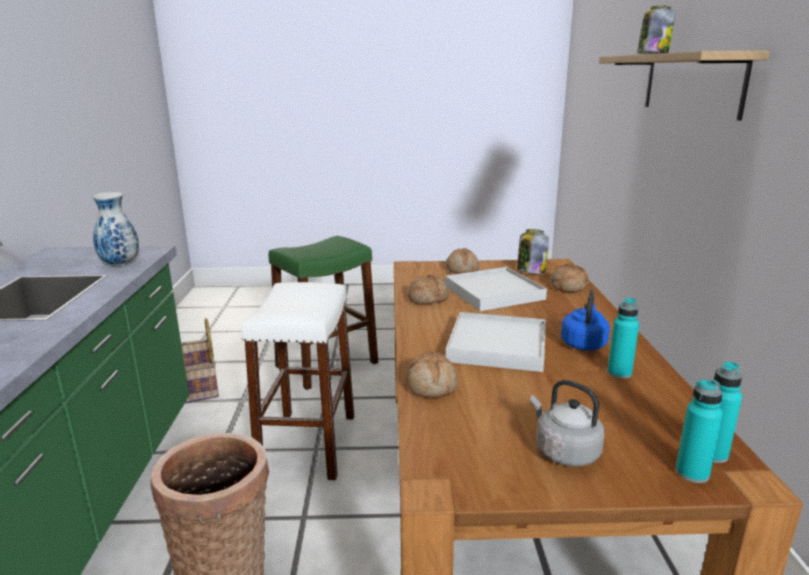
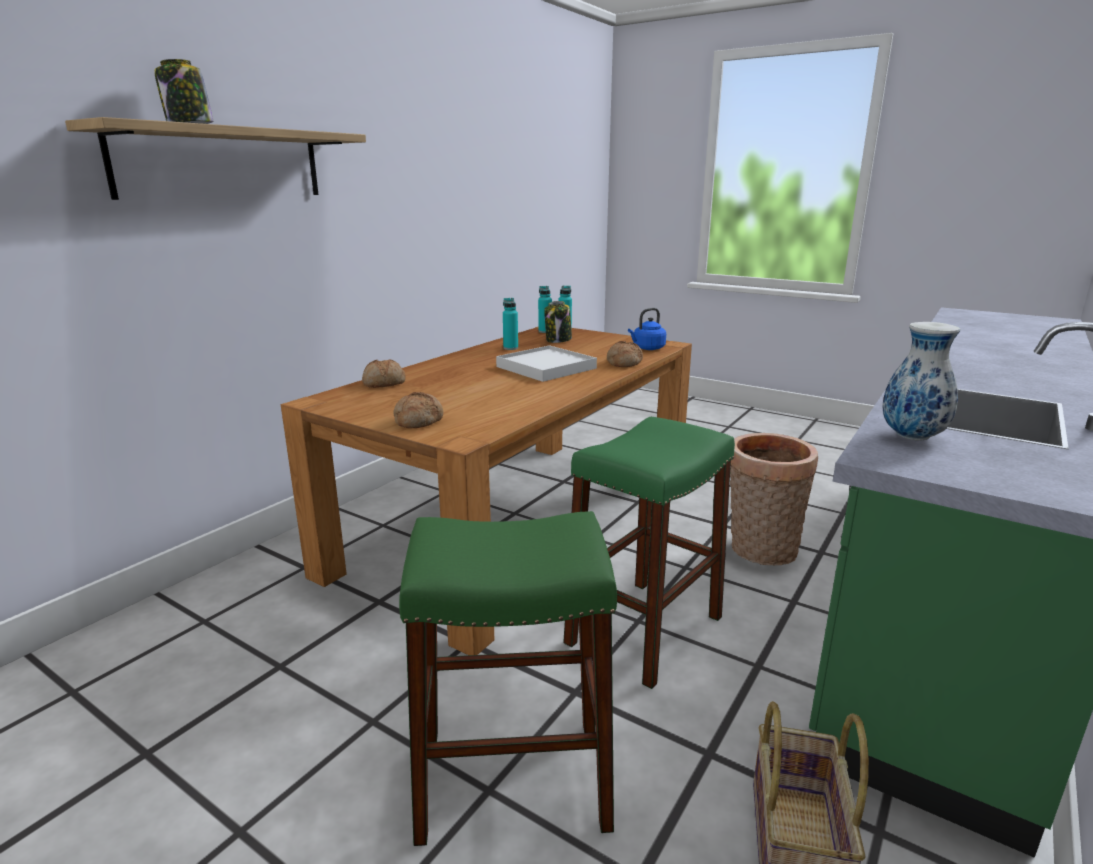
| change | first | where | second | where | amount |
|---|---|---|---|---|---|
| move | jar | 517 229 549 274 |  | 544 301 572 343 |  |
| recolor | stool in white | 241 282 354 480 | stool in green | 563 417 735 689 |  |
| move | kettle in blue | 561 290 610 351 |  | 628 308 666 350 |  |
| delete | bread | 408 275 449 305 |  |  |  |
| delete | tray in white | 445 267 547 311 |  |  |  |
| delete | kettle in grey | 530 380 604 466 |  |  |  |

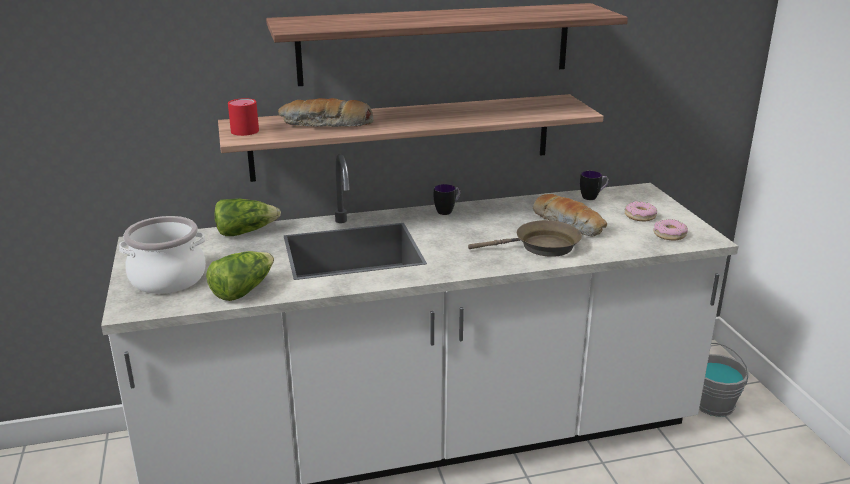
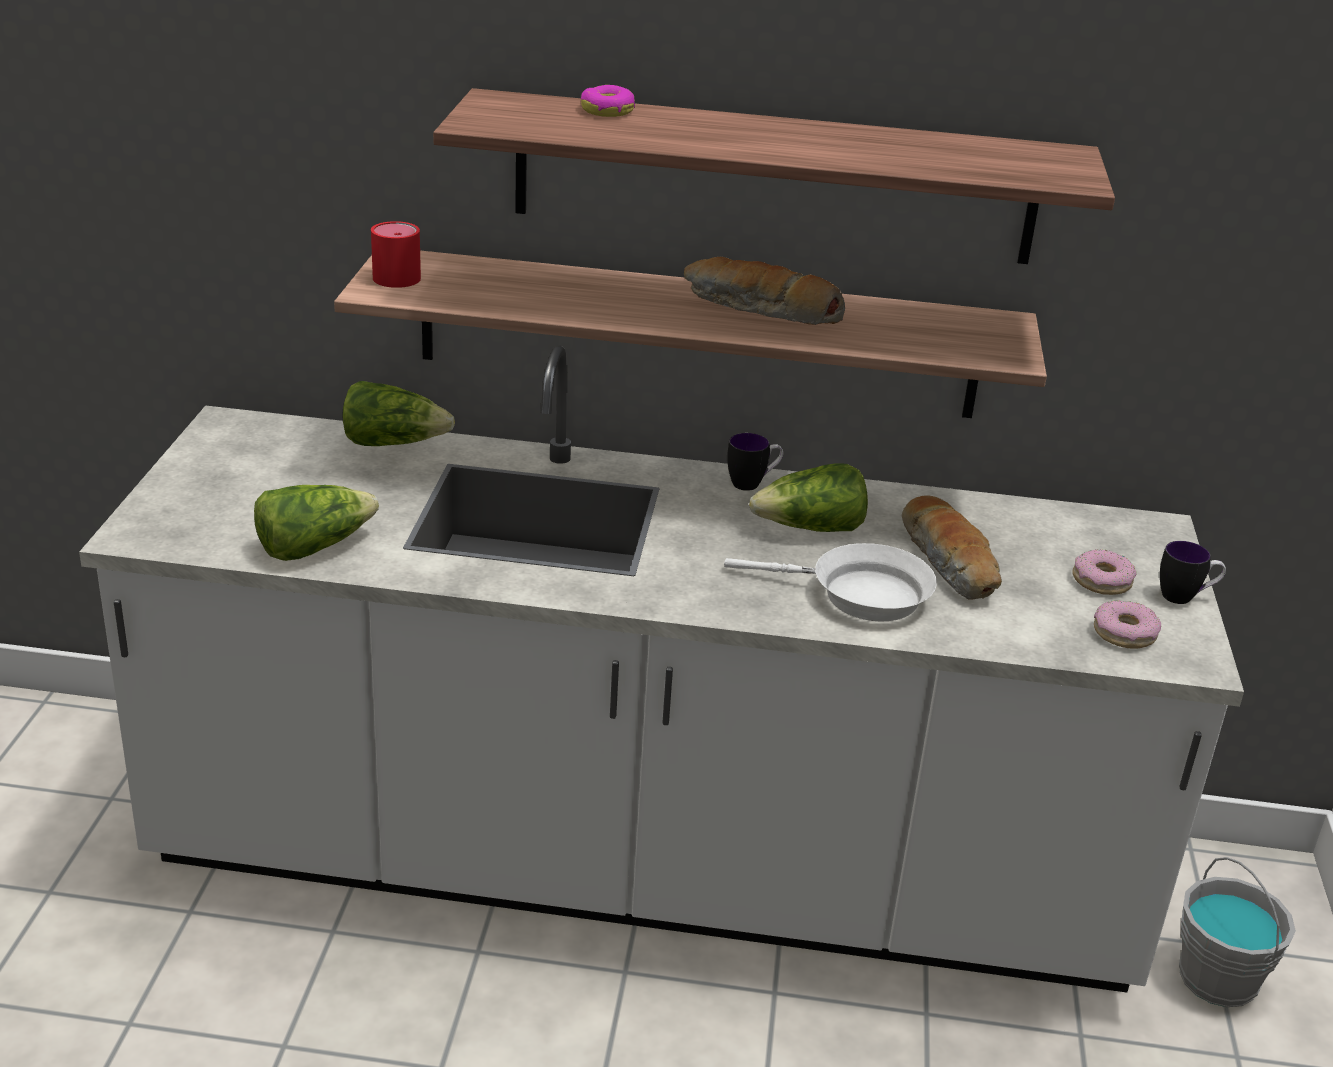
| change | first | where | second | where | amount |
|---|---|---|---|---|---|
| insert |  |  | donut | 581 85 635 117 |  |
| move | bread | 278 98 373 127 |  | 684 257 845 325 |  |
| recolor | frying pan in brown | 468 220 582 257 | frying pan in white | 724 543 937 621 |  |
| insert |  |  | lettuce | 749 463 868 532 |  |
| move | mug | 580 171 609 200 |  | 1160 541 1226 604 |  |
| delete | cooking pot | 119 216 206 294 |  |  |  |

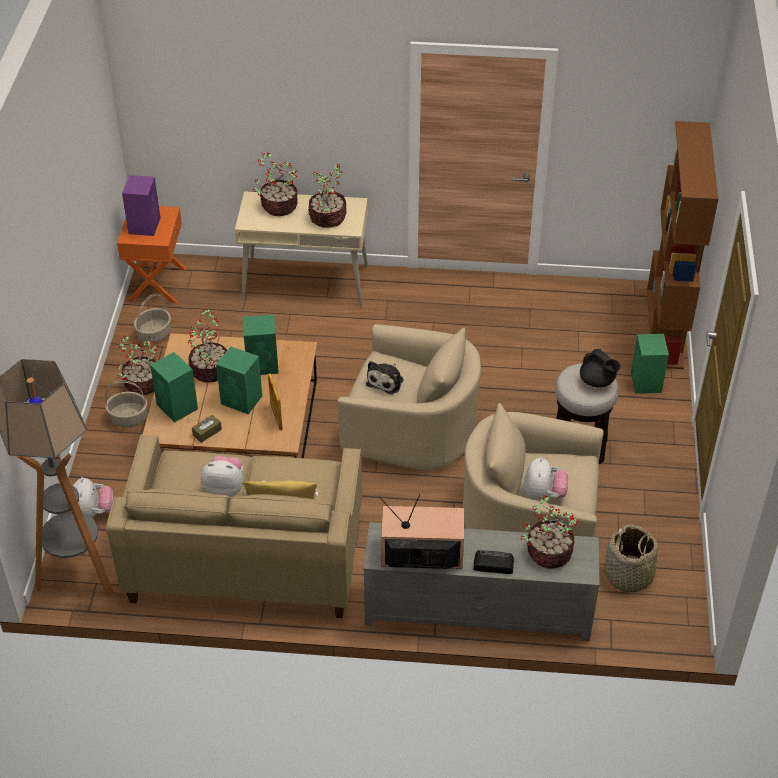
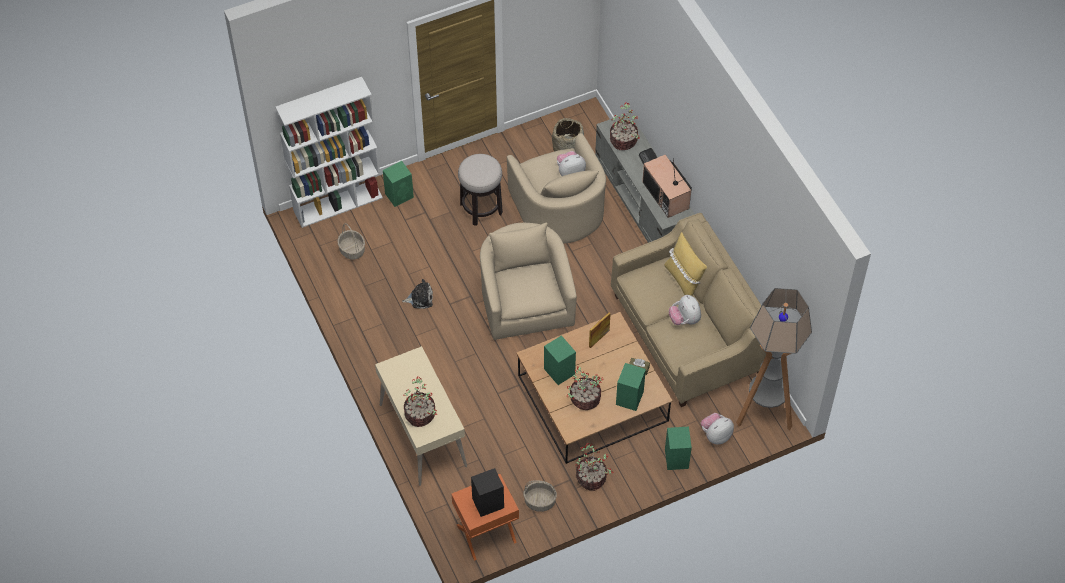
| change | first | where | second | where | amount |
|---|---|---|---|---|---|
| recolor | bookcase in brown | 647 121 718 369 | bookcase in white | 275 77 383 228 |  |
| move | basket | 105 380 148 428 |  | 337 223 365 259 |  |
| move | plush toy | 366 361 404 394 |  | 402 279 433 309 |  |
| recolor | speaker in purple | 122 175 161 236 | speaker in black | 471 468 504 517 |  |
| move | speaker in green | 216 347 262 414 |  | 665 427 692 470 |  |
| delete | potted plant | 308 164 346 227 |  |  |  |
| delete | teapot in black | 580 349 621 388 |  |  |  |

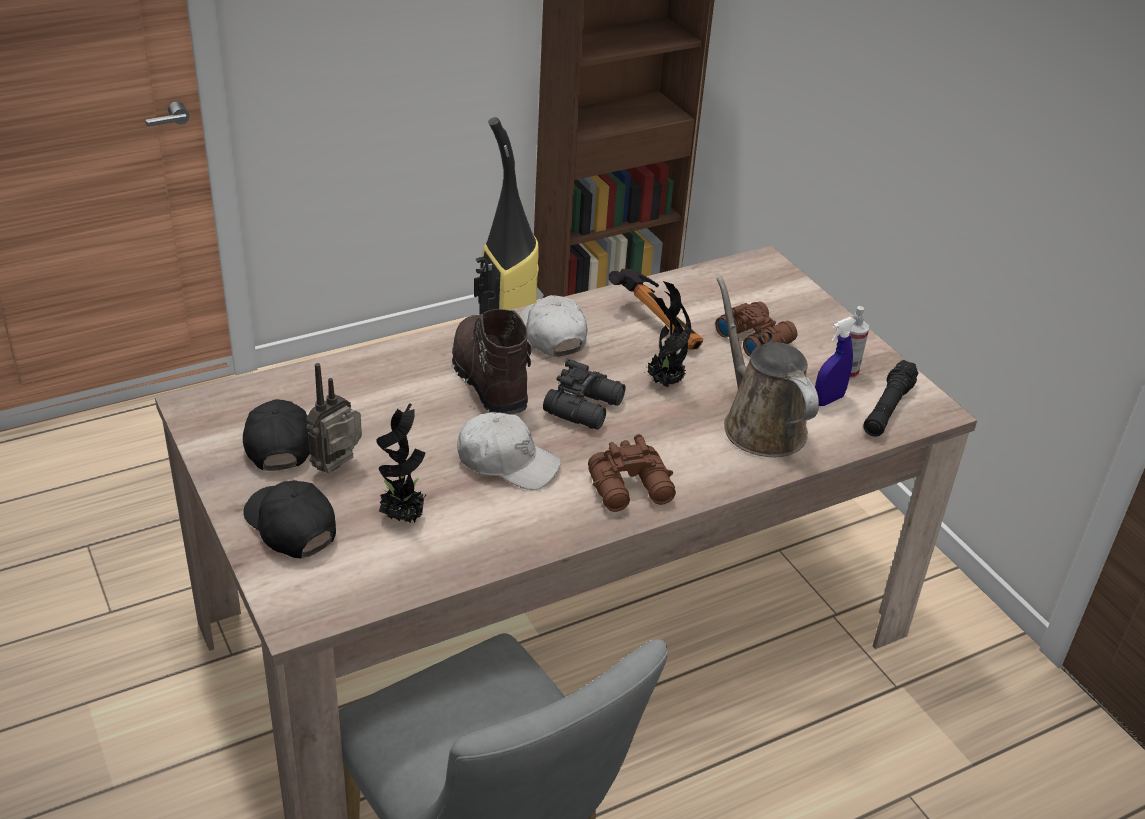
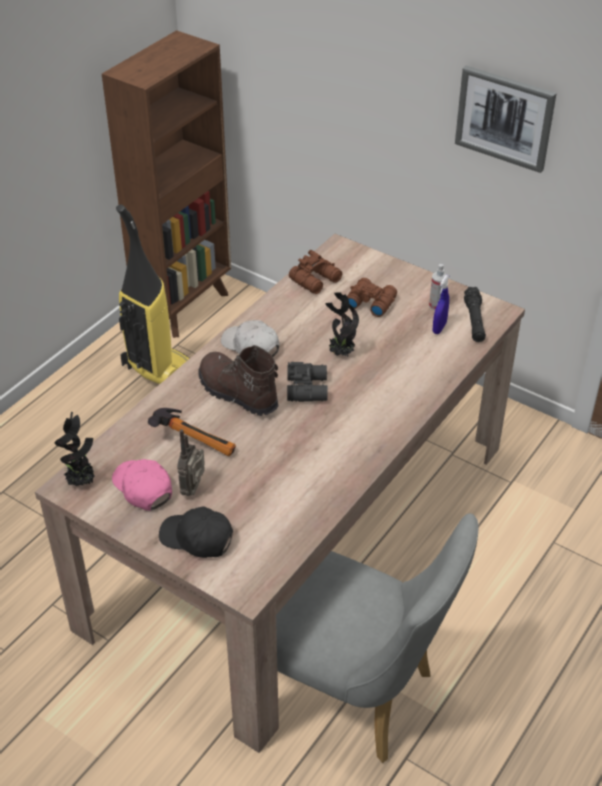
| change | first | where | second | where | amount |
|---|---|---|---|---|---|
| move | potted plant | 376 403 426 523 |  | 55 412 95 486 |  |
| recolor | cap in black | 243 399 310 471 | cap in pink | 112 459 172 511 |  |
| move | hammer | 609 269 703 350 |  | 148 408 236 456 |  |
| move | binoculars in brown | 588 434 676 512 |  | 289 250 342 294 |  |
| insert |  |  | picture | 455 66 557 173 |  |
| delete | cap in white | 457 412 561 490 |  |  |  |
| delete | watering can in brown | 716 276 819 457 |  |  |  |

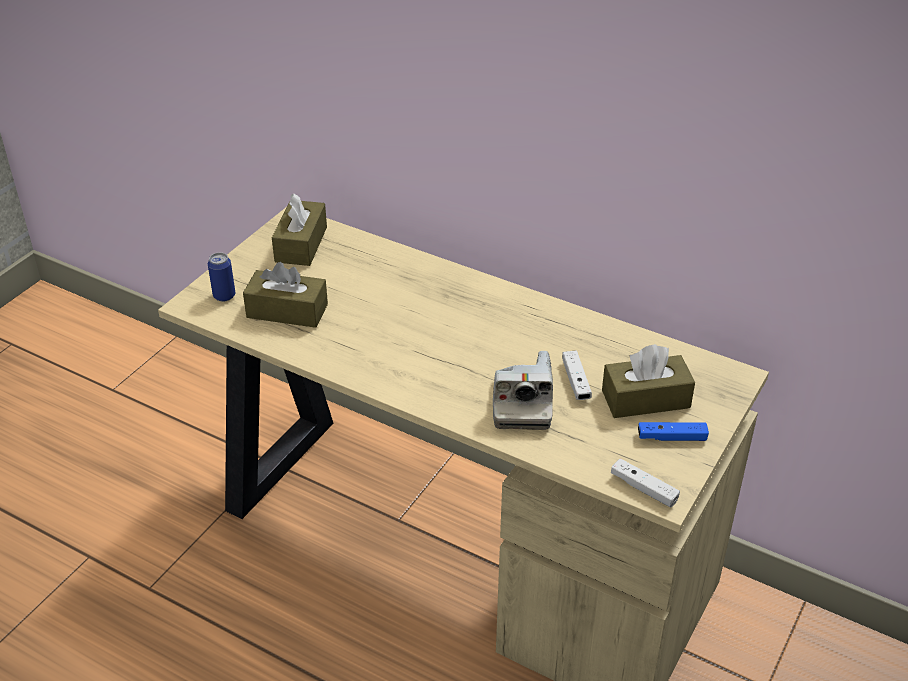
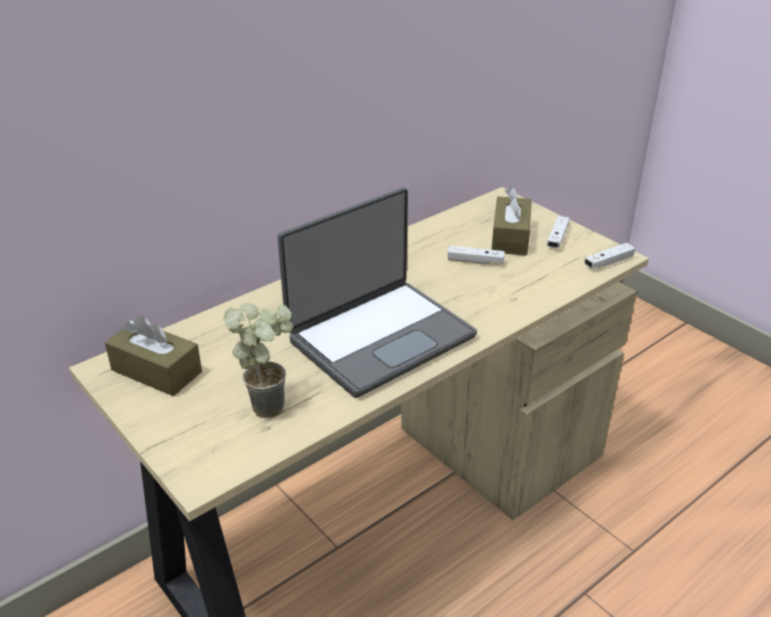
| change | first | where | second | where | amount |
|---|---|---|---|---|---|
| replace | tissue box in brown | 243 262 328 328 | potted plant | 223 303 294 418 |  |
| insert |  |  | laptop | 278 187 477 398 |  |
| recolor | game controller in blue | 638 422 709 441 | game controller in white | 547 216 570 248 |  |
| delete | can | 208 252 235 302 |  |  |  |
| delete | photo camera | 493 351 553 430 |  |  |  |

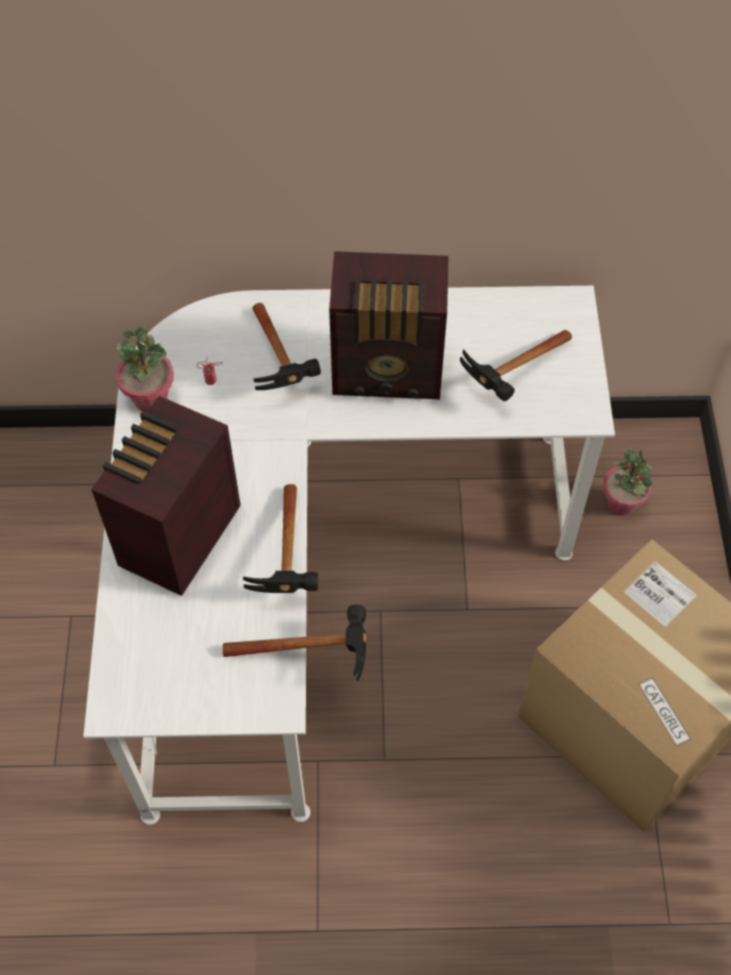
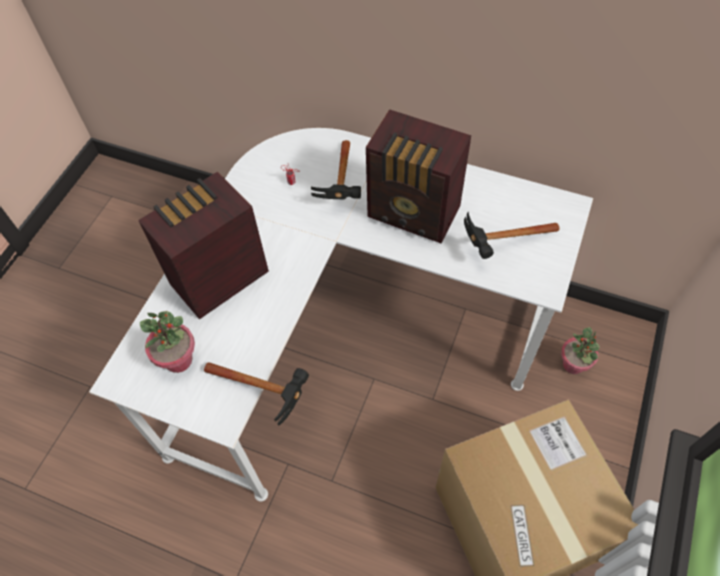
| change | first | where | second | where | amount |
|---|---|---|---|---|---|
| move | potted plant | 116 325 174 413 |  | 140 311 195 373 |  |
| delete | hammer | 243 484 318 593 |  |  |  |

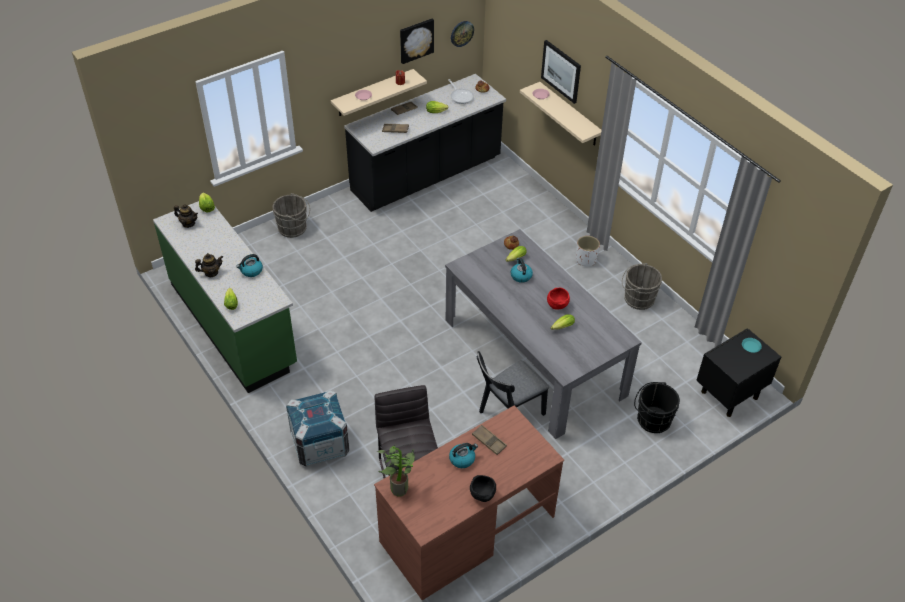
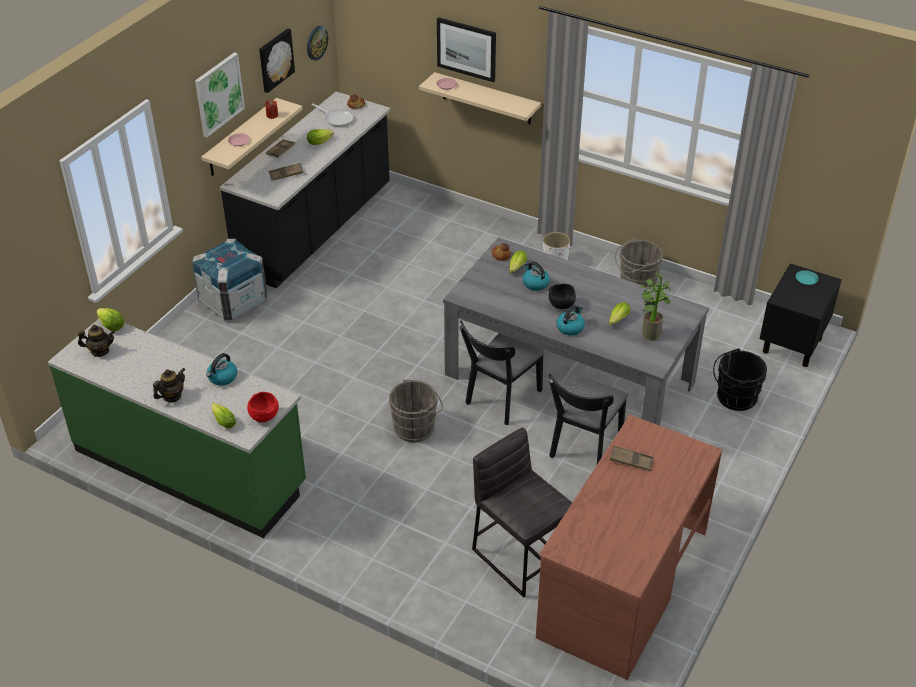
| change | first | where | second | where | amount |
|---|---|---|---|---|---|
| move | crate | 286 390 350 467 |  | 192 239 267 320 |  |
| insert |  |  | picture | 195 52 245 137 |  |
| move | bowl in red | 547 288 570 310 |  | 247 392 279 422 |  |
| move | bucket in grey | 273 193 310 238 |  | 389 380 443 442 |  |
| insert |  |  | chair in black | 460 320 545 425 |  |
| move | bowl in black | 470 475 496 502 |  | 549 284 576 309 |  |
| move | kettle | 449 443 478 468 |  | 556 305 585 335 |  |
| move | potted plant | 376 445 415 497 |  | 638 273 671 340 |  |

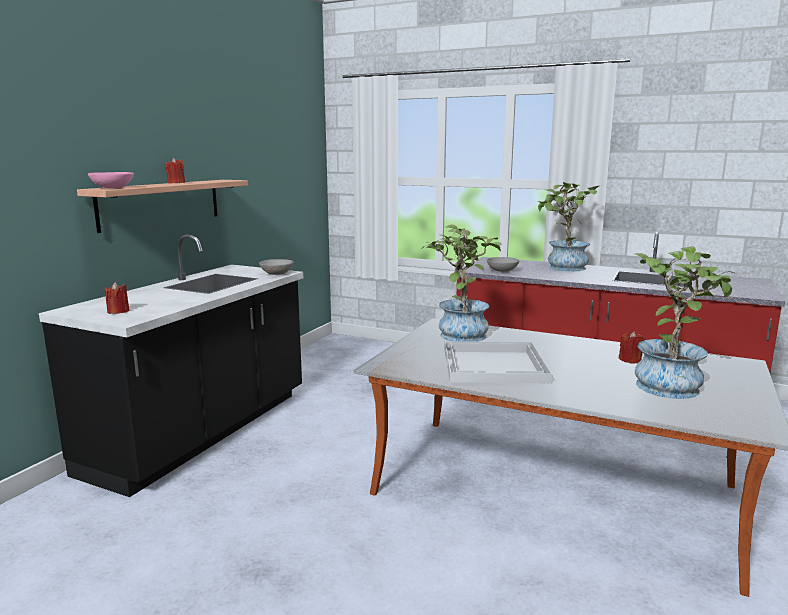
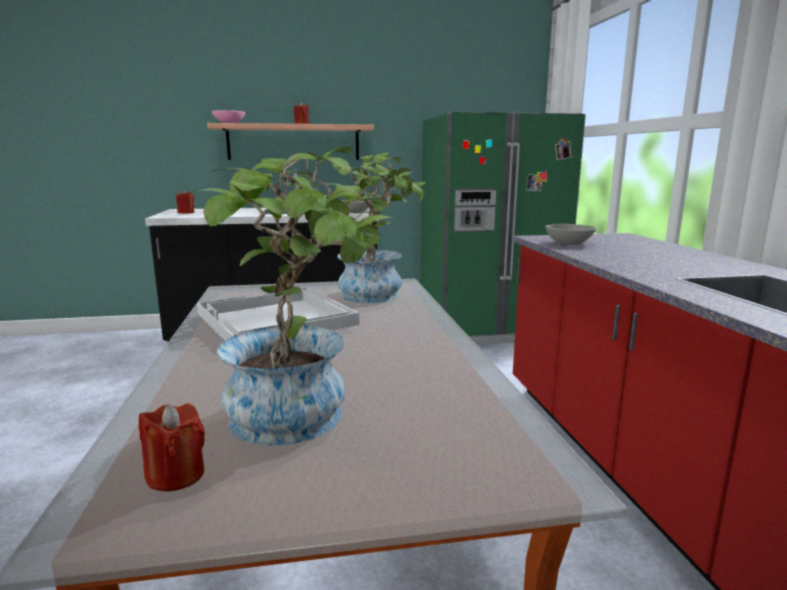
| change | first | where | second | where | amount |
|---|---|---|---|---|---|
| move | candle in red | 619 331 645 363 |  | 139 403 205 492 |  |
| insert |  |  | fridge in green | 421 112 586 345 |  |
| delete | potted plant | 537 182 603 271 |  |  |  |

